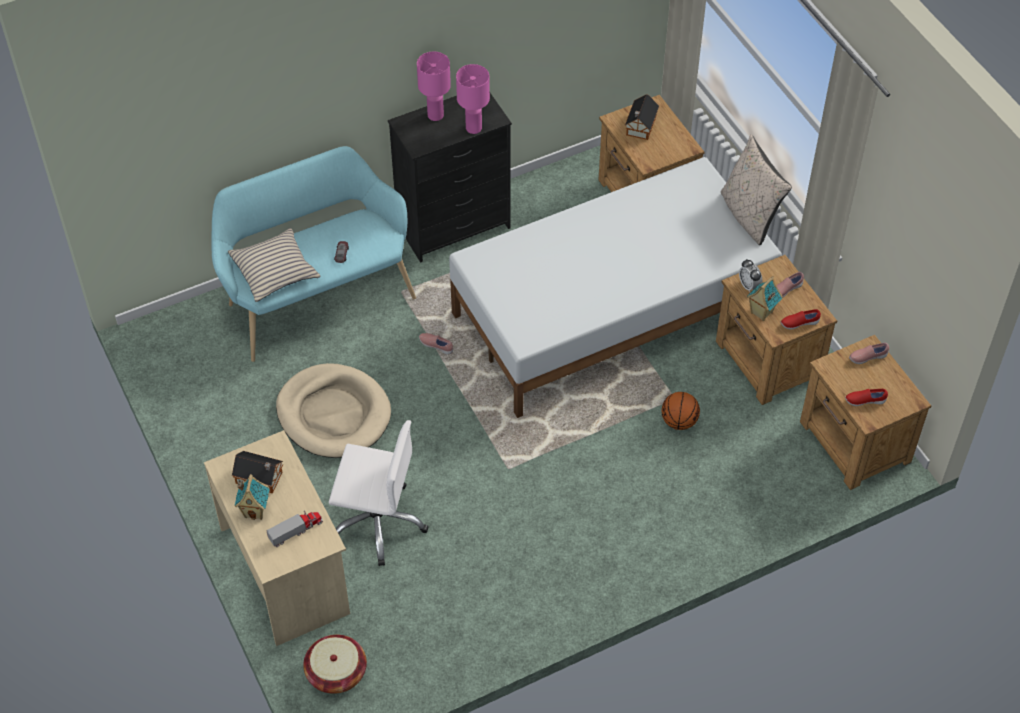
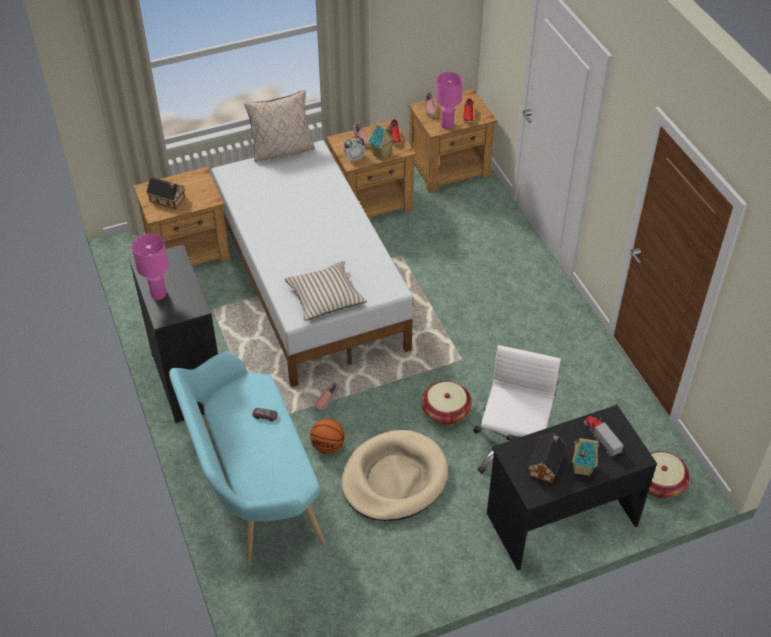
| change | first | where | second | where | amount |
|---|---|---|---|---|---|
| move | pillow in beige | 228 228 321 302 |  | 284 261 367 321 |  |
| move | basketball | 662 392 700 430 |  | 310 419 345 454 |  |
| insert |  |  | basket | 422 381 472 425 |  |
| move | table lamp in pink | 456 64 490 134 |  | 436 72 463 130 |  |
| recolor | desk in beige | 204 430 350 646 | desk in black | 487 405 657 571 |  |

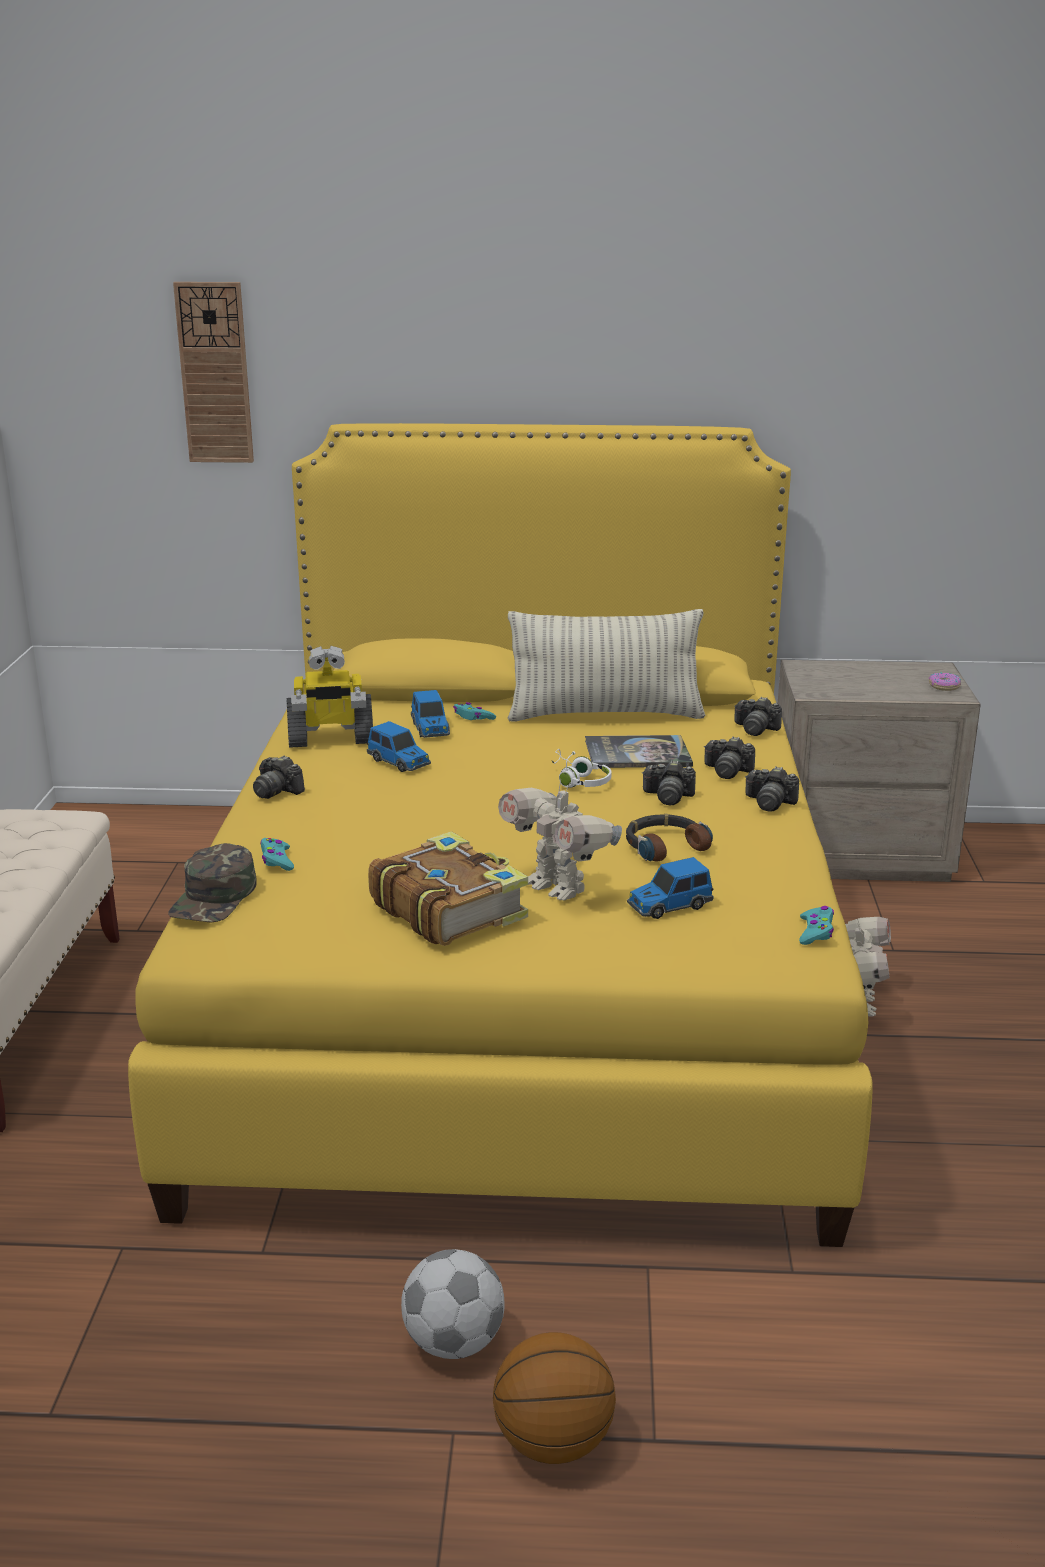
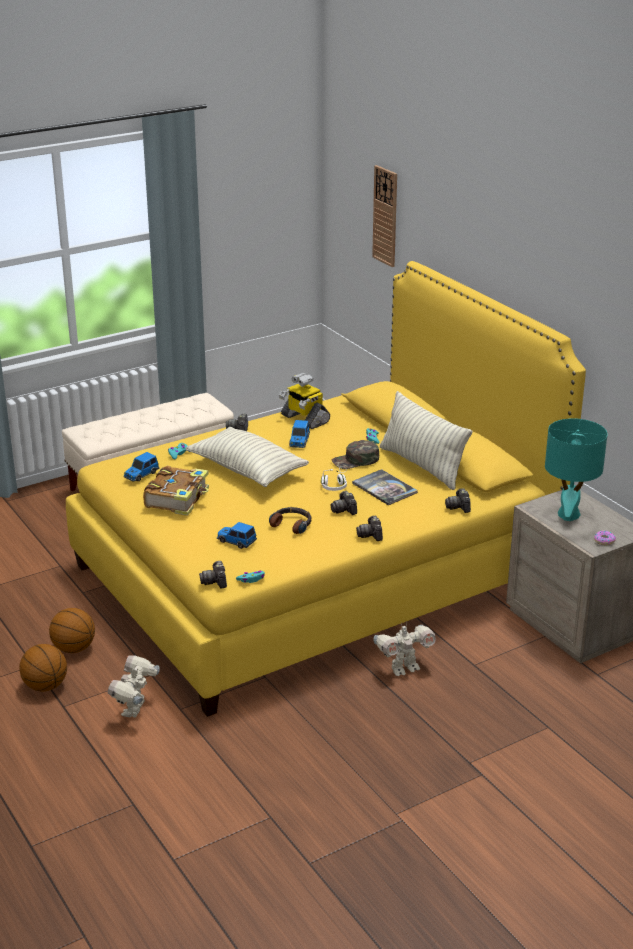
| change | first | where | second | where | amount |
|---|---|---|---|---|---|
| replace | football | 401 1249 505 1359 | basketball | 49 608 95 653 |  |
| move | toy robot | 498 779 622 900 |  | 108 655 160 718 |  |
| move | toy car | 411 690 450 738 |  | 123 452 159 481 |  |
| insert |  |  | pillow | 186 427 309 487 |  |
| move | photo camera | 705 736 755 779 |  | 199 561 227 588 |  |
| move | cap in green | 168 843 257 923 |  | 331 440 379 469 |  |
| insert |  |  | table lamp in turquoise | 545 418 607 521 |  |

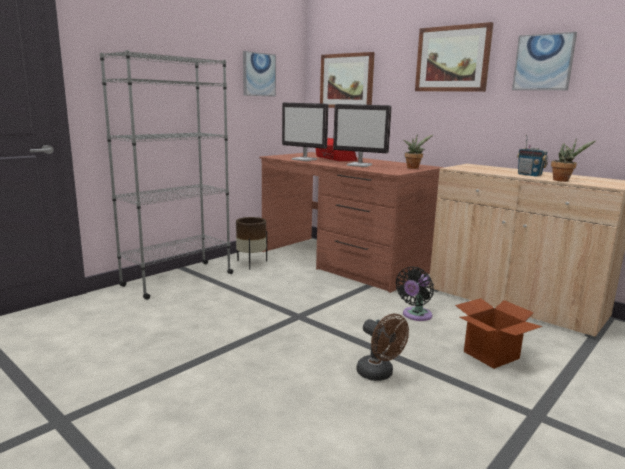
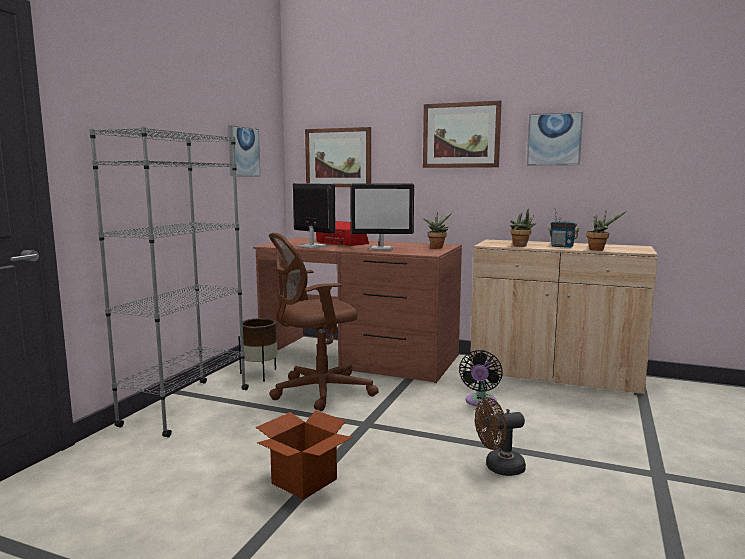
| change | first | where | second | where | amount |
|---|---|---|---|---|---|
| move | cardboard box | 455 298 542 369 |  | 256 410 353 500 |  |
| insert |  |  | office chair in brown | 269 233 379 411 |  |
| rotate | monitor | 282 103 328 161 |  | 293 183 336 249 | 150 degrees counterclockwise |
| rotate | fan in brown | 356 314 409 381 |  | 475 397 526 476 | 135 degrees clockwise |
| insert |  |  | potted plant | 510 208 536 247 |  |

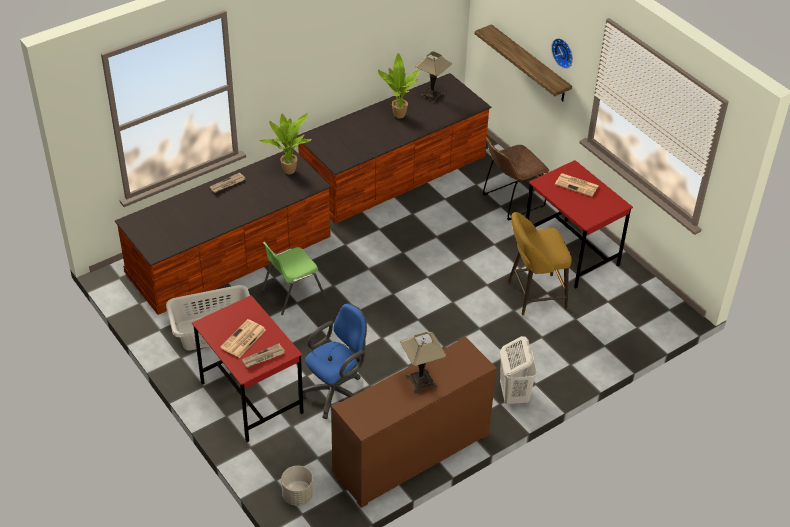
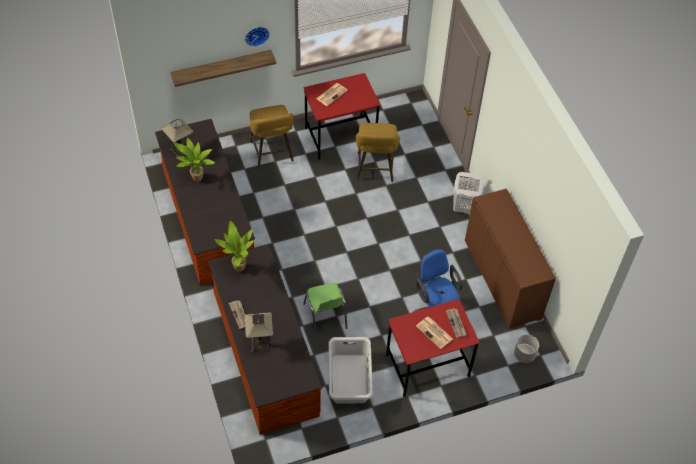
| change | first | where | second | where | amount |
|---|---|---|---|---|---|
| move | table lamp | 400 332 446 393 |  | 245 312 273 352 |  |
| replace | chair in brown | 483 137 549 221 | stool in yellow | 250 105 293 168 |  |

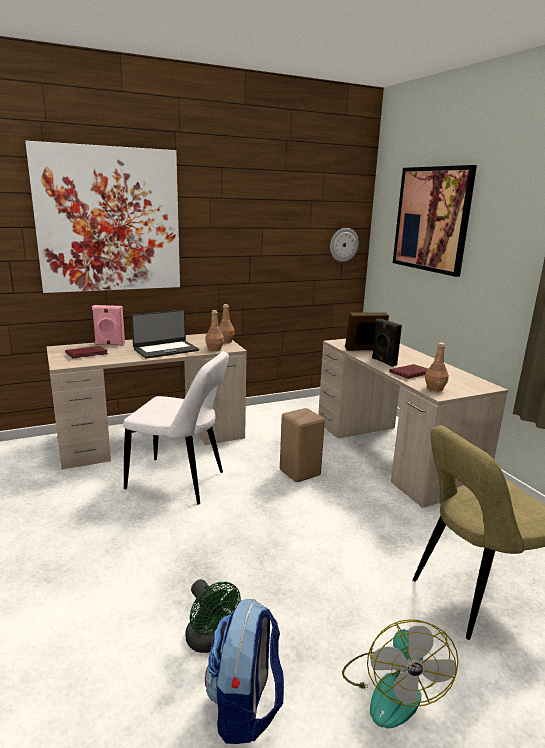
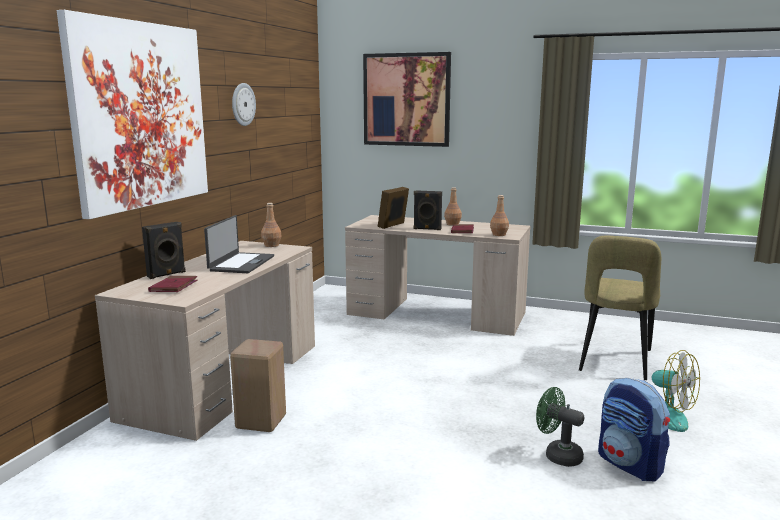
| change | first | where | second | where | amount |
|---|---|---|---|---|---|
| recolor | speaker in pink | 92 305 125 346 | speaker in black | 142 222 186 279 |  |
| move | stool in beige | 280 408 325 482 |  | 230 339 286 432 |  |
| move | wall clock | 330 228 359 262 |  | 232 83 256 126 |  |
| move | bottle in brown | 205 310 224 351 |  | 444 187 462 226 |  |
| rotate | fan in green | 185 579 241 653 |  | 536 387 584 467 | 150 degrees counterclockwise |
| delete | chair in white | 123 351 229 505 |  |  |  |

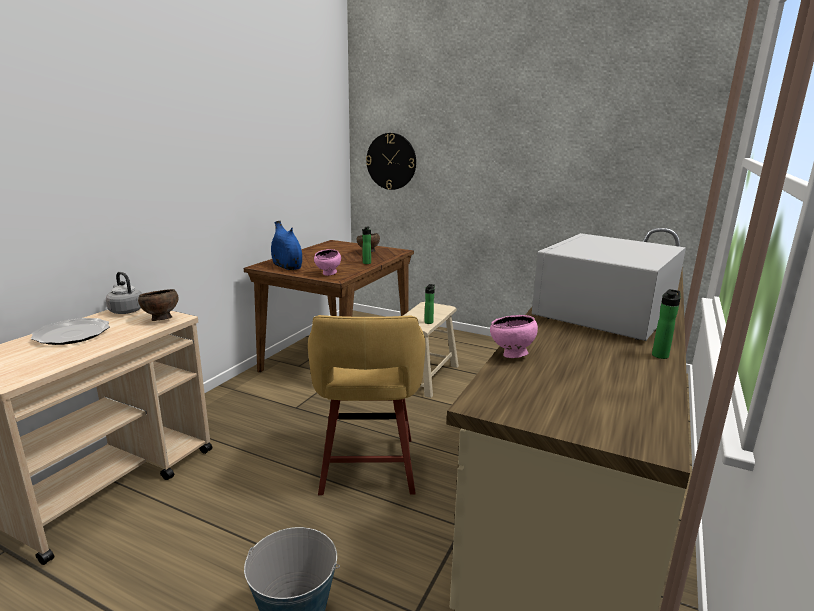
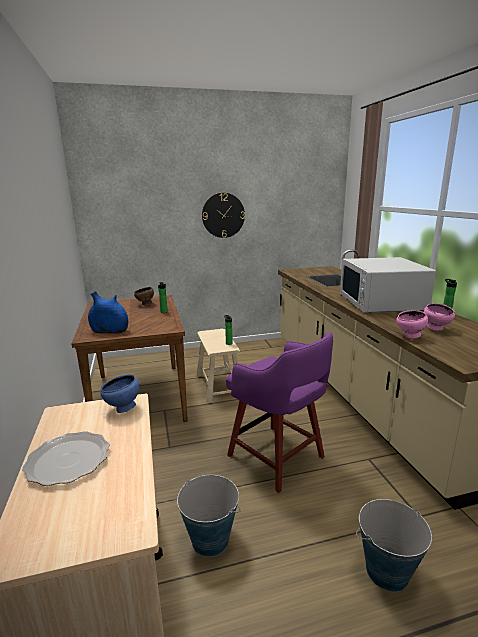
| change | first | where | second | where | amount |
|---|---|---|---|---|---|
| recolor | bowl in brown | 138 289 178 321 | bowl in blue | 100 374 139 413 |  |
| insert |  |  | bucket | 177 475 241 557 |  |
| move | wall clock | 366 133 416 190 |  | 202 193 245 238 |  |
| recolor | stool in yellow | 308 315 425 495 | stool in purple | 226 332 333 493 |  |
| move | bowl in pink | 314 249 341 276 |  | 424 303 455 331 |  |
| delete | kettle in grey | 106 272 142 314 |  |  |  |

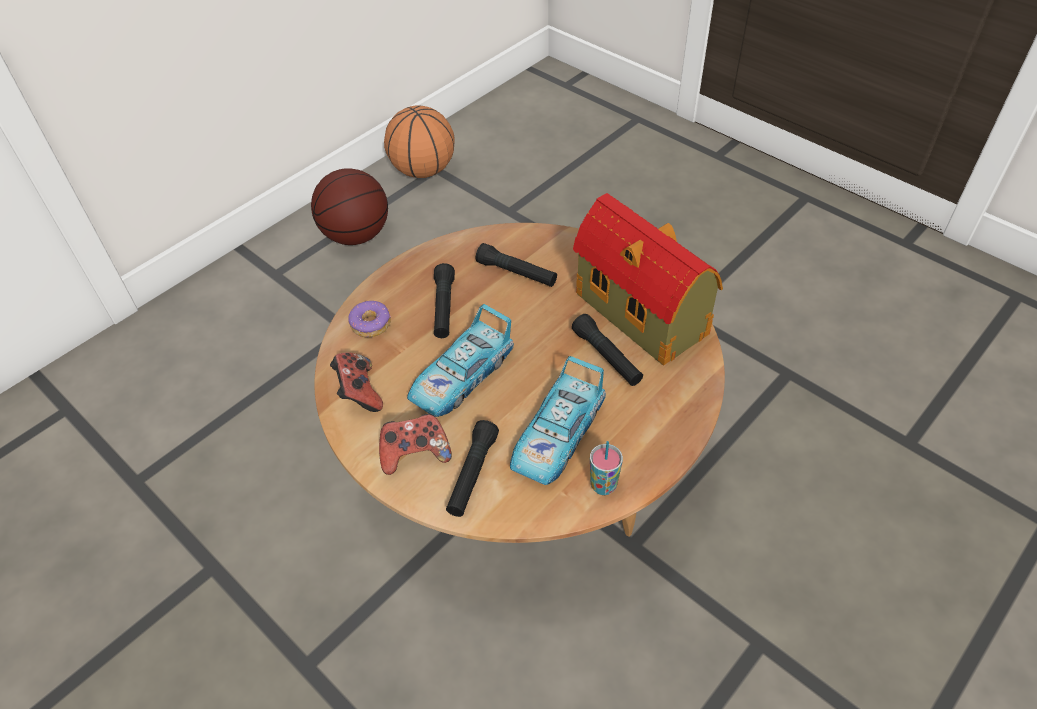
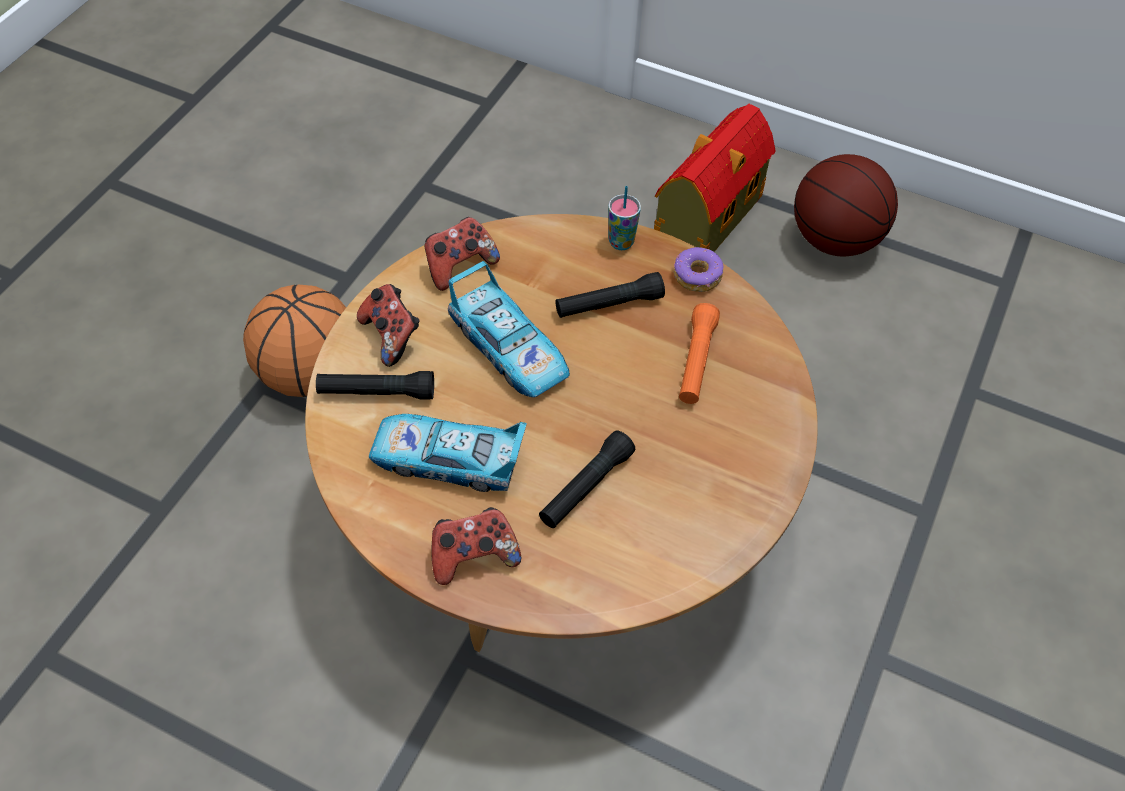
| change | first | where | second | where | amount |
|---|---|---|---|---|---|
| move | basketball | 384 105 454 178 |  | 243 284 346 397 |  |
| insert |  |  | game controller | 431 507 521 585 |  |
| rotate | toy car | 407 304 514 417 |  | 448 261 570 397 | 150 degrees counterclockwise |
| move | cup | 590 441 623 495 |  | 608 186 641 250 |  |
| move | toy house | 573 193 723 365 |  | 654 103 776 252 |  |
| move | donut | 348 301 391 338 |  | 674 247 724 292 |  |
| recolor | flashlight in black | 476 243 557 287 | flashlight in orange | 679 303 720 404 |  |

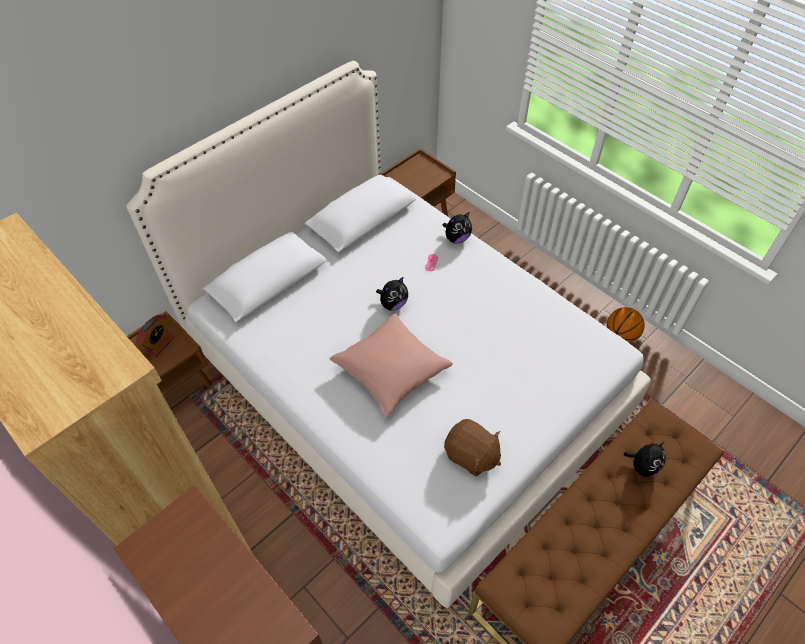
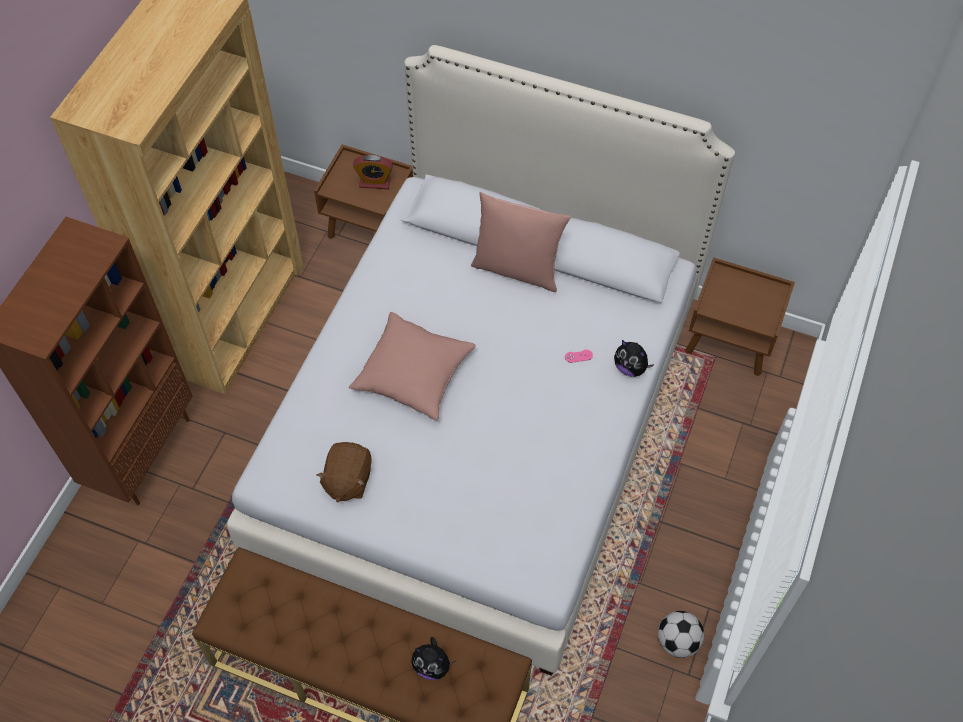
| change | first | where | second | where | amount |
|---|---|---|---|---|---|
| insert |  |  | pillow in pink | 471 192 571 292 |  |
| replace | basketball | 607 307 645 343 | football | 658 611 704 658 |  |
| delete | plush toy | 376 277 408 311 |  |  |  |

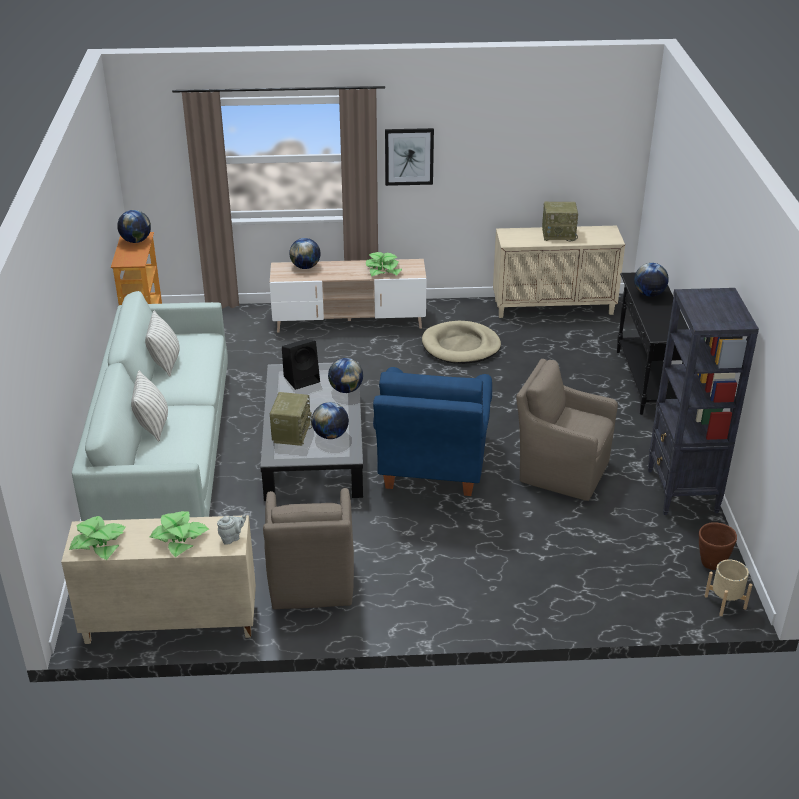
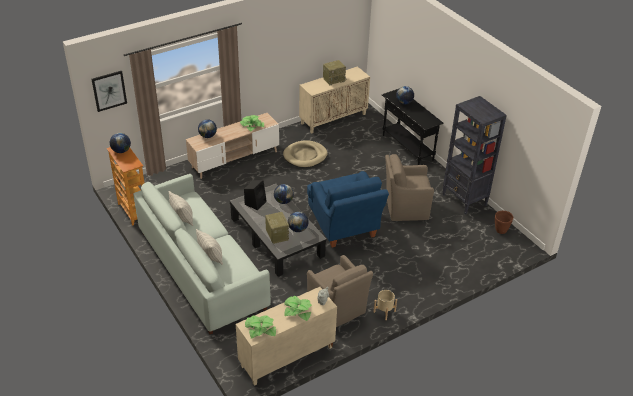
| change | first | where | second | where | amount |
|---|---|---|---|---|---|
| move | picture | 385 128 434 186 |  | 91 71 127 112 |  |
| move | planter in beige | 704 559 752 616 |  | 374 290 397 320 |  |

